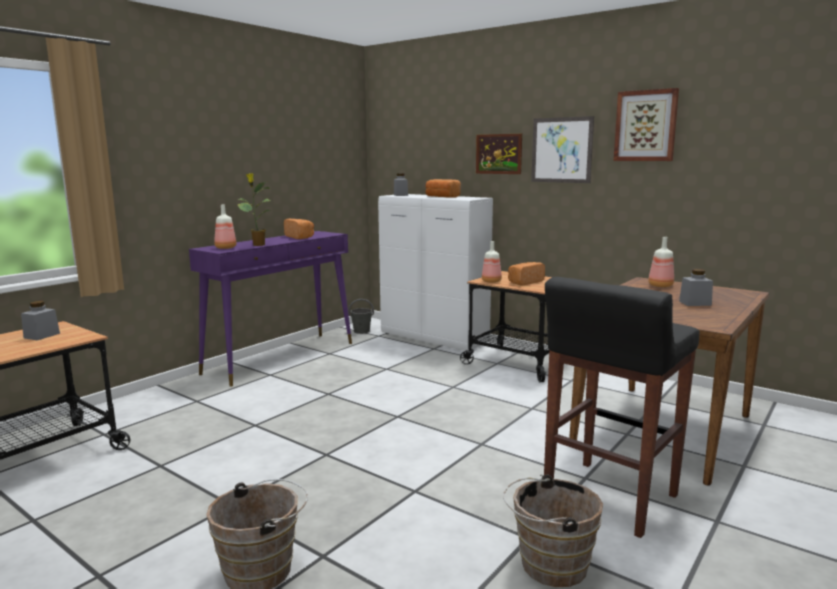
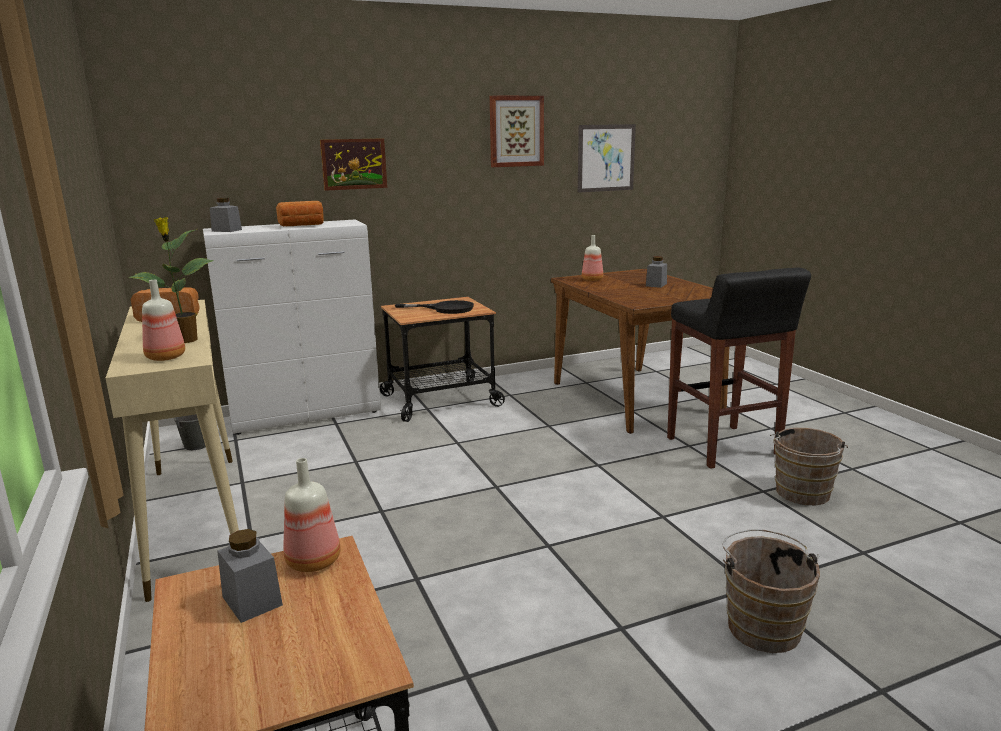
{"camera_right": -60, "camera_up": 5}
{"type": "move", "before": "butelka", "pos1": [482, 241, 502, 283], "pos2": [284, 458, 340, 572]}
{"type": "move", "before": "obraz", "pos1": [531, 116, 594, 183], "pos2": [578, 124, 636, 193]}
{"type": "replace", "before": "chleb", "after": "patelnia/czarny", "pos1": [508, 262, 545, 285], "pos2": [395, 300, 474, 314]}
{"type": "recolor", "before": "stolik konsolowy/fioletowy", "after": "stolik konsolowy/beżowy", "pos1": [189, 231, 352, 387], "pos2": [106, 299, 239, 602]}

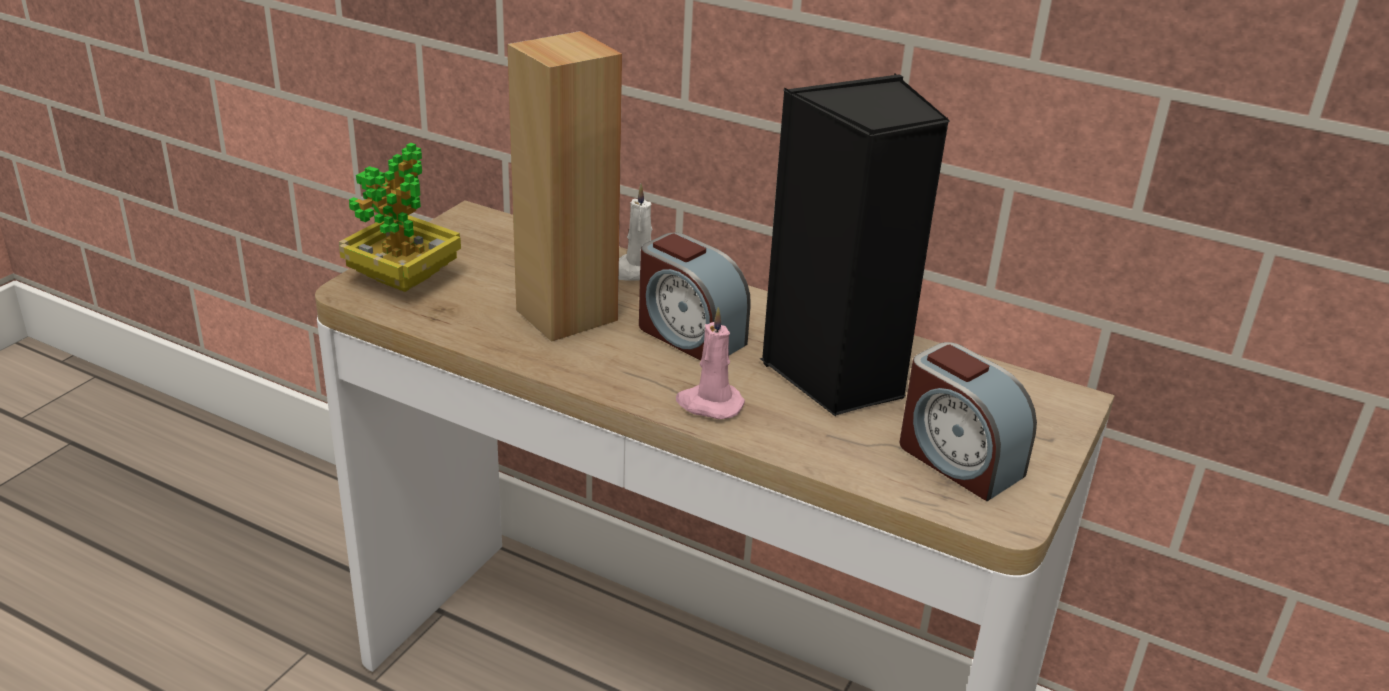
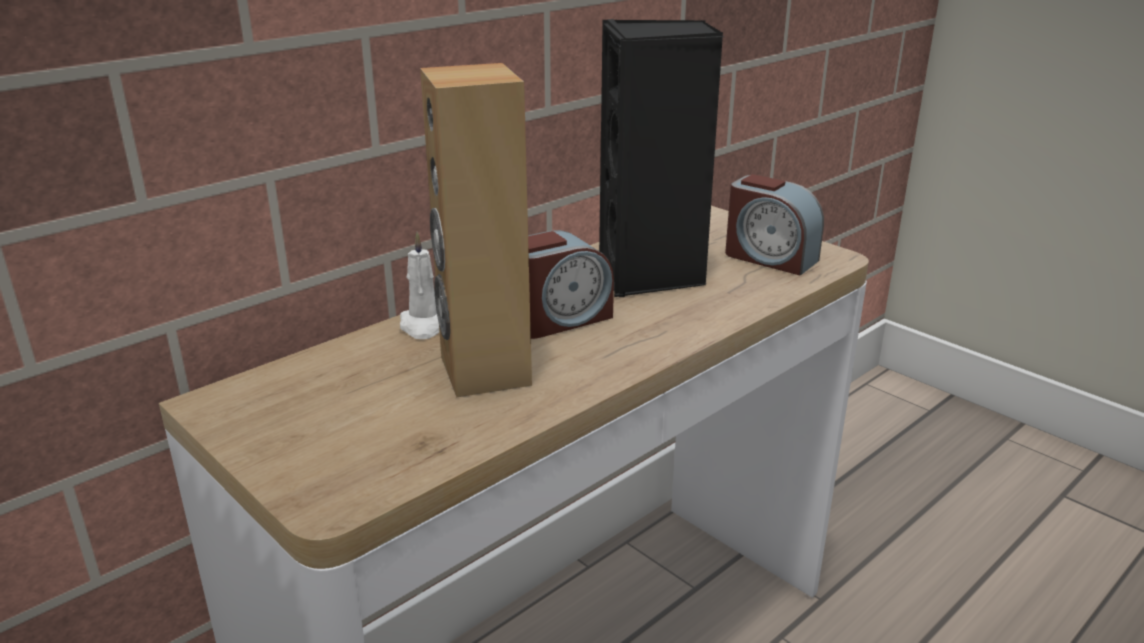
{"camera_right": -70, "camera_up": -5}
{"type": "delete", "before": "roślina doniczkowa", "pos1": [339, 143, 461, 292]}
{"type": "delete", "before": "świeca/różowy", "pos1": [676, 307, 745, 419]}
{"type": "rotate", "before": "budzik", "pos1": [900, 342, 1037, 501], "pos2": [725, 174, 824, 276], "turn": 60}

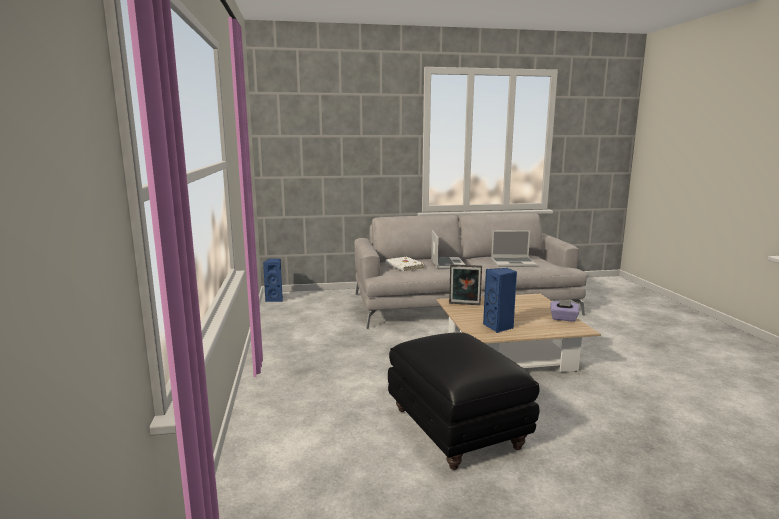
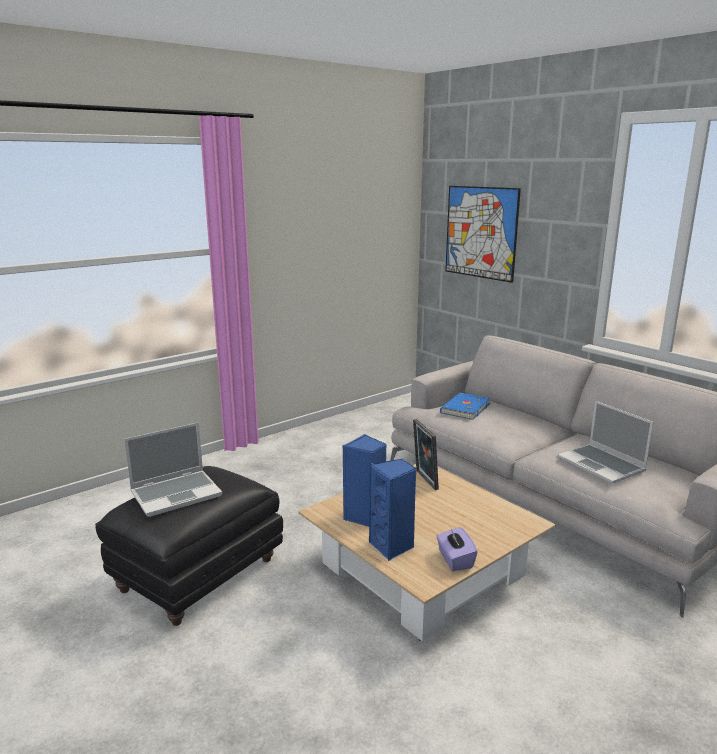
{"camera_right": 60, "camera_up": 5}
{"type": "insert", "after": "obraz", "pos2": [445, 186, 521, 283]}
{"type": "move", "before": "głośnik/niebieski", "pos1": [263, 259, 283, 302], "pos2": [369, 459, 416, 561]}
{"type": "move", "before": "laptop", "pos1": [431, 230, 465, 269], "pos2": [124, 422, 222, 517]}
{"type": "recolor", "before": "książka/biały", "after": "książka/niebieski", "pos1": [386, 257, 425, 271], "pos2": [440, 393, 491, 420]}

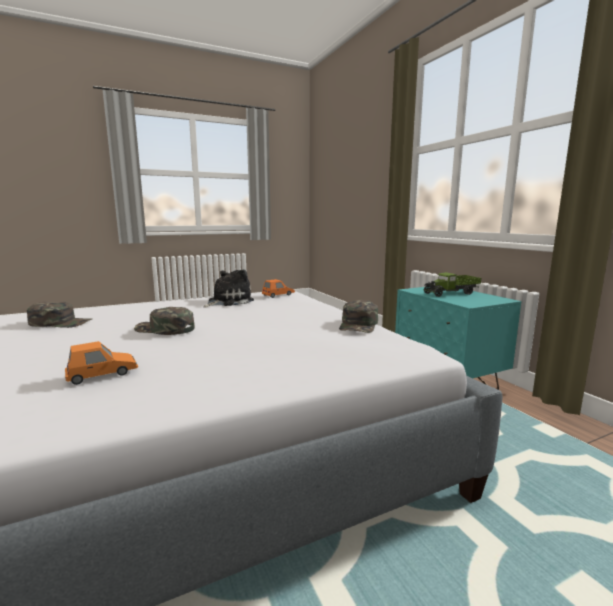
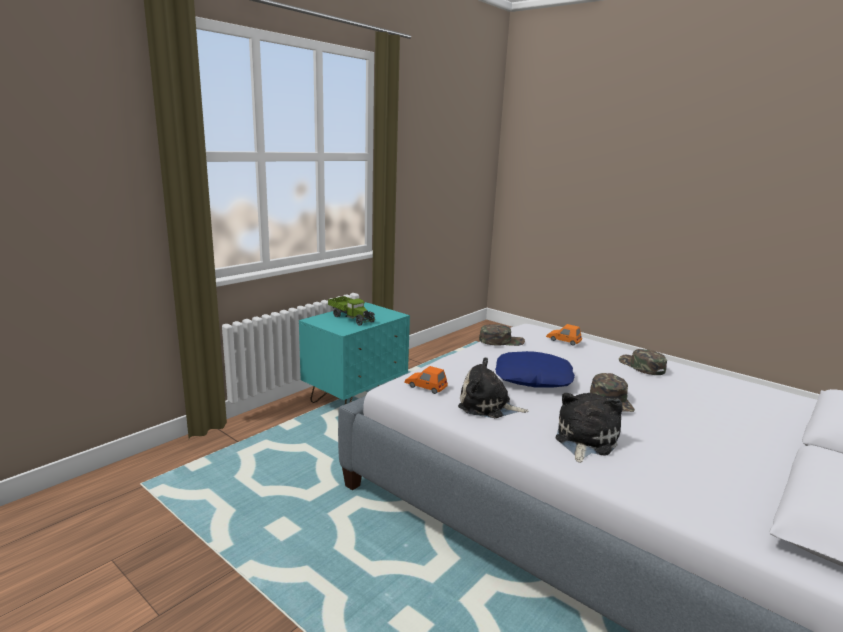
{"camera_right": -115, "camera_up": 5}
{"type": "insert", "after": "poduszka/niebieski", "pos2": [495, 351, 575, 388]}
{"type": "insert", "after": "pluszak", "pos2": [556, 393, 623, 463]}
{"type": "move", "before": "czapka z daszkiem/zielony", "pos1": [27, 302, 92, 328], "pos2": [619, 349, 667, 375]}
{"type": "move", "before": "samochodzik/pomarańczowy", "pos1": [65, 341, 138, 385], "pos2": [546, 324, 582, 346]}

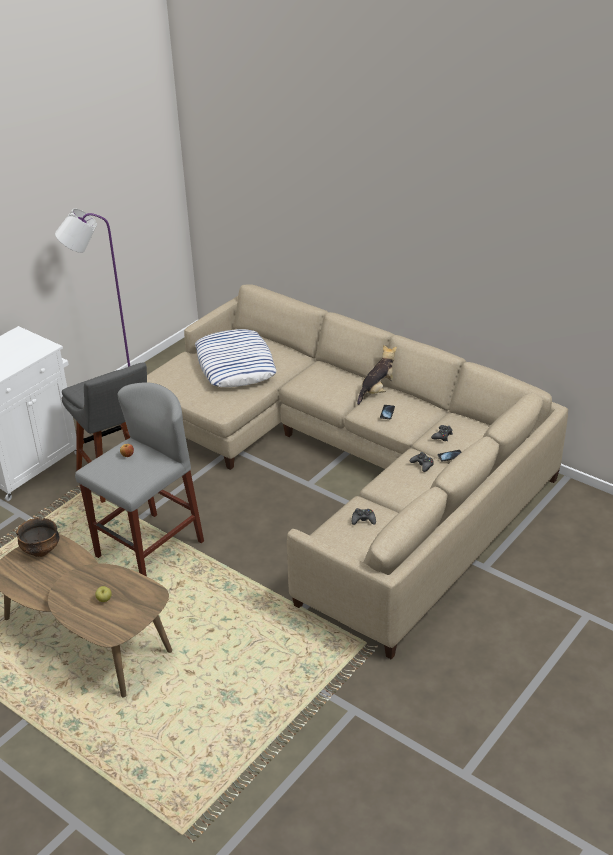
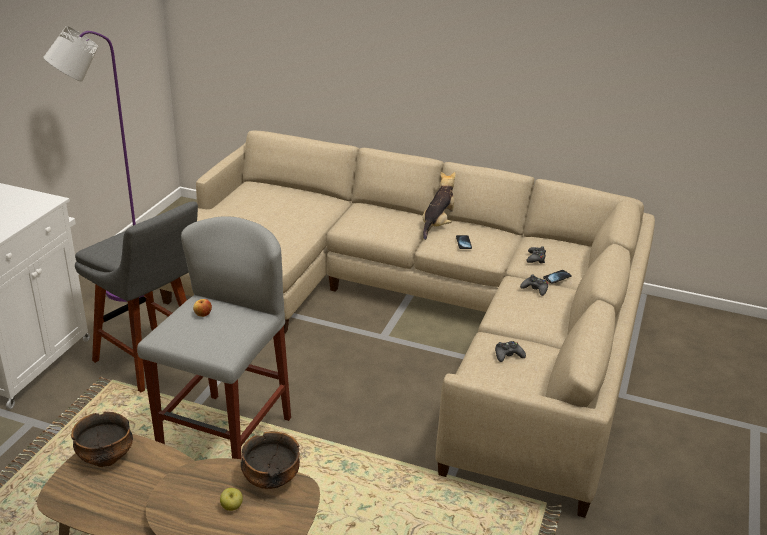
{"camera_right": -20, "camera_up": -5}
{"type": "delete", "before": "poduszka", "pos1": [195, 329, 277, 387]}
{"type": "insert", "after": "miska", "pos2": [241, 431, 300, 489]}

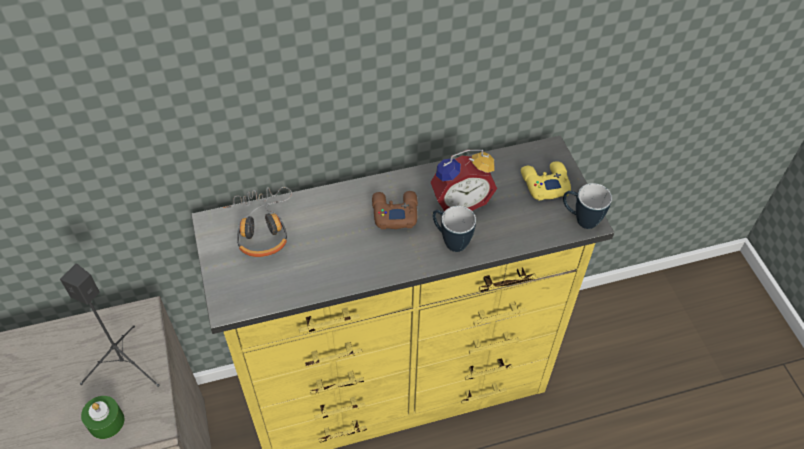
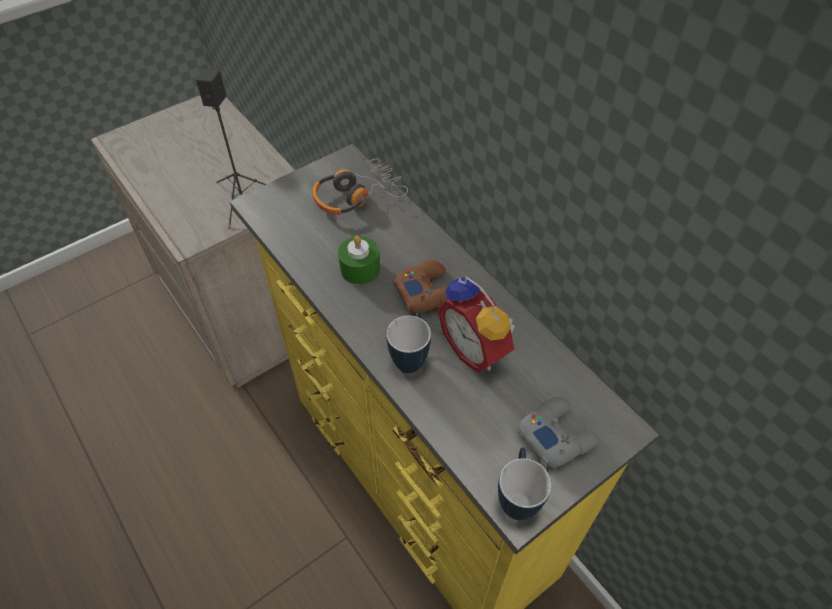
{"camera_right": 70, "camera_up": 0}
{"type": "move", "before": "świeca/zielony", "pos1": [81, 396, 124, 439], "pos2": [338, 236, 380, 285]}
{"type": "recolor", "before": "pad do gier/żółty", "after": "pad do gier/szary", "pos1": [521, 161, 571, 201], "pos2": [518, 396, 599, 468]}

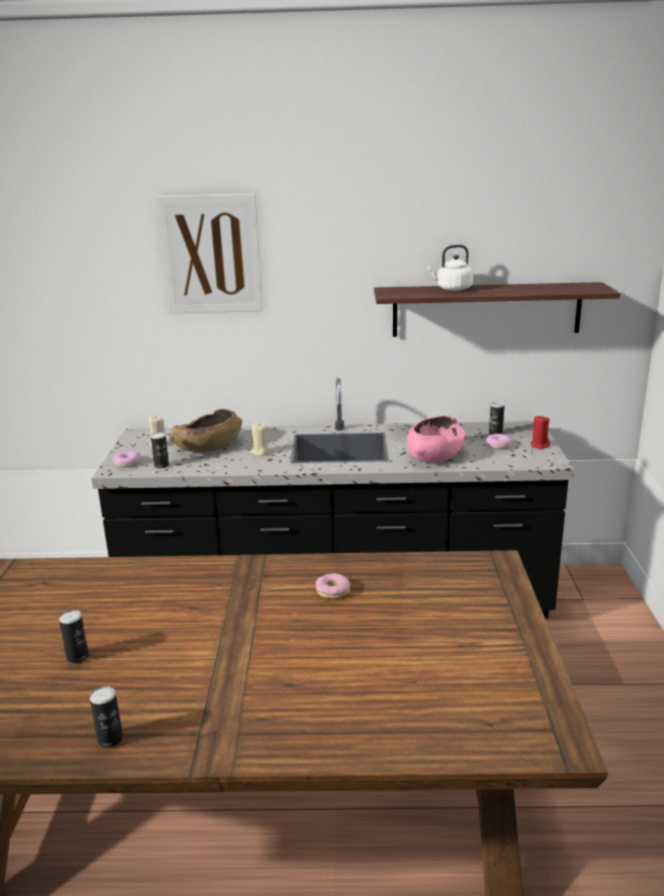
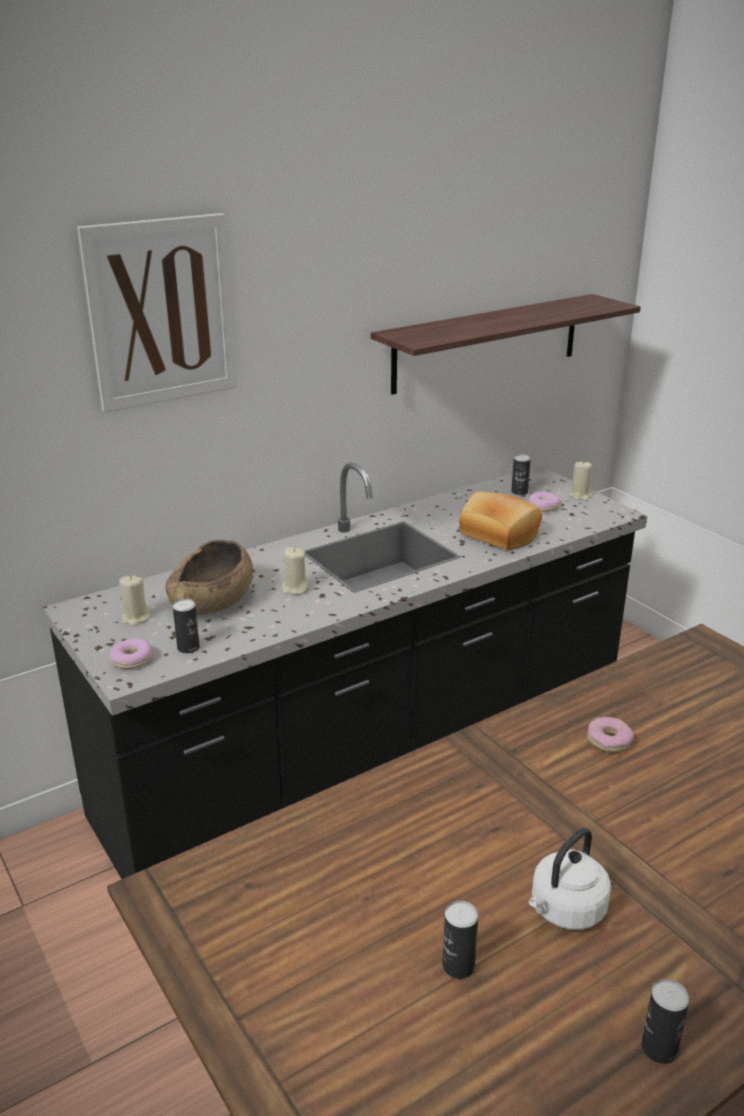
{"camera_right": -35, "camera_up": 5}
{"type": "move", "before": "czajnik/biały", "pos1": [428, 245, 473, 291], "pos2": [529, 828, 611, 930]}
{"type": "replace", "before": "miska/różowy", "after": "chleb", "pos1": [407, 415, 466, 463], "pos2": [459, 492, 542, 550]}
{"type": "recolor", "before": "świeca/czerwony", "after": "świeca/beżowy", "pos1": [530, 415, 550, 449], "pos2": [569, 462, 592, 501]}

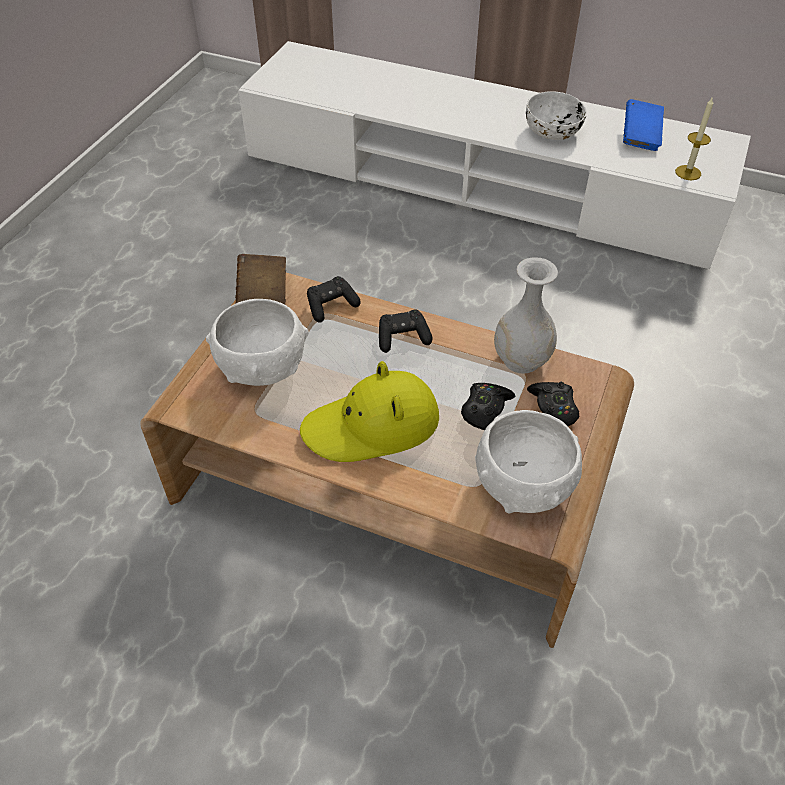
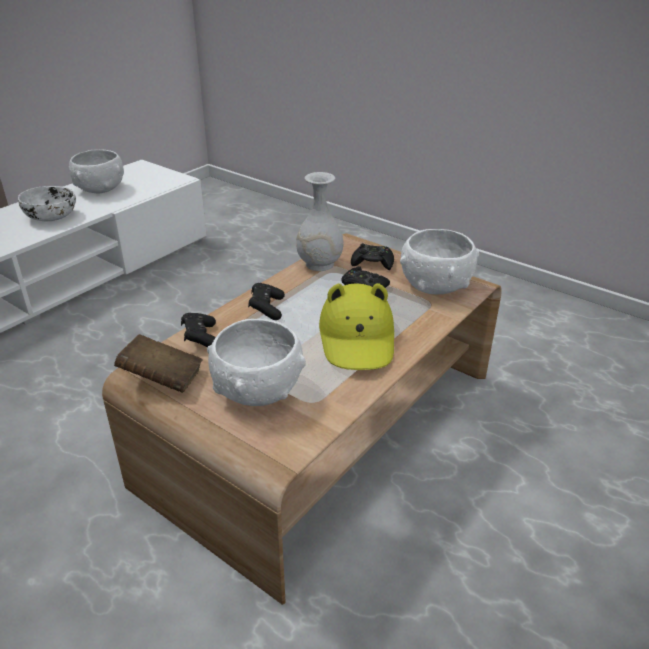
{"camera_right": -75, "camera_up": -15}
{"type": "delete", "before": "świeca", "pos1": [675, 96, 713, 180]}
{"type": "replace", "before": "książka/niebieski", "after": "miska/biały", "pos1": [623, 99, 664, 151], "pos2": [69, 149, 124, 193]}

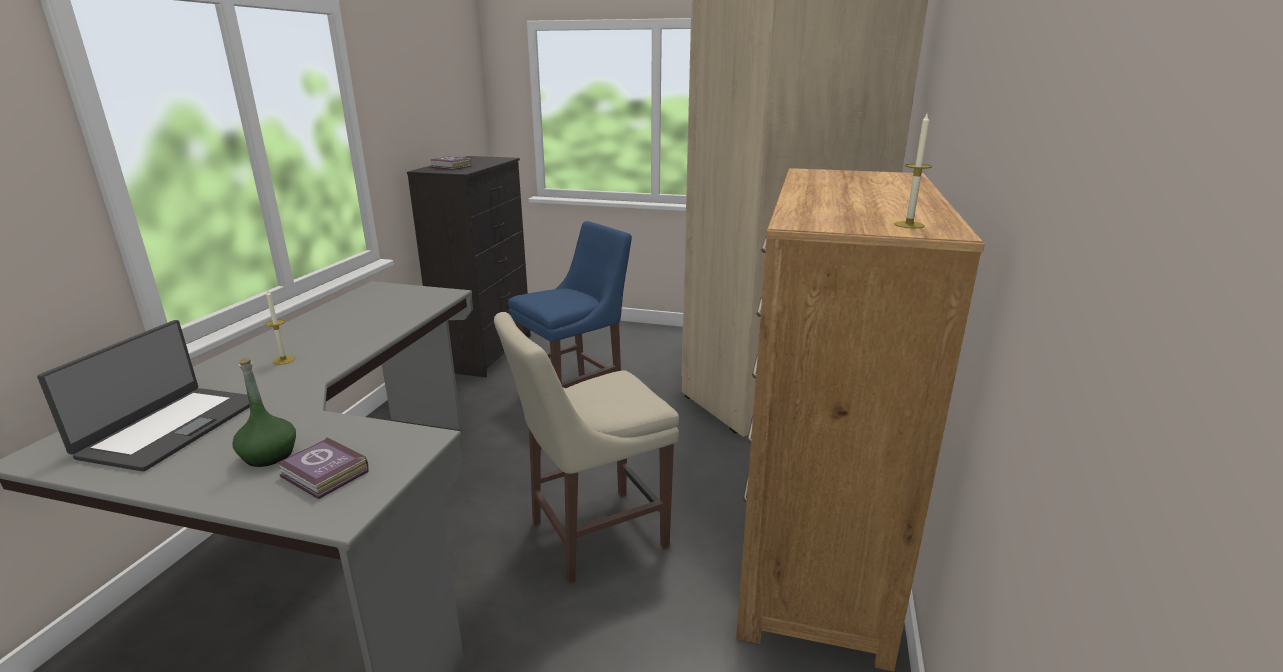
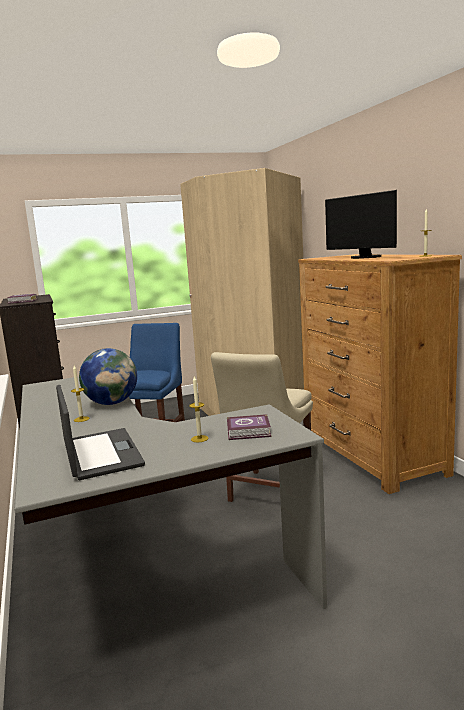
{"camera_right": -35, "camera_up": -10}
{"type": "insert", "after": "globus", "pos2": [79, 348, 137, 405]}
{"type": "insert", "after": "monitor", "pos2": [325, 190, 397, 259]}
{"type": "replace", "before": "butelka/zielony", "after": "świeca", "pos1": [232, 358, 296, 467], "pos2": [189, 376, 208, 442]}

